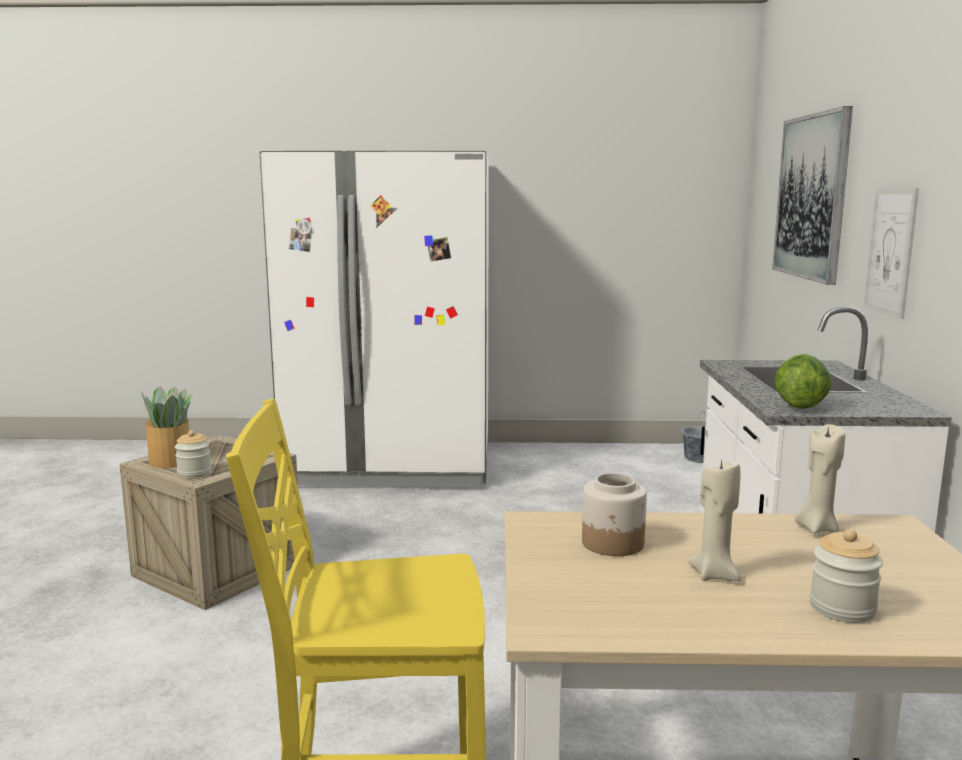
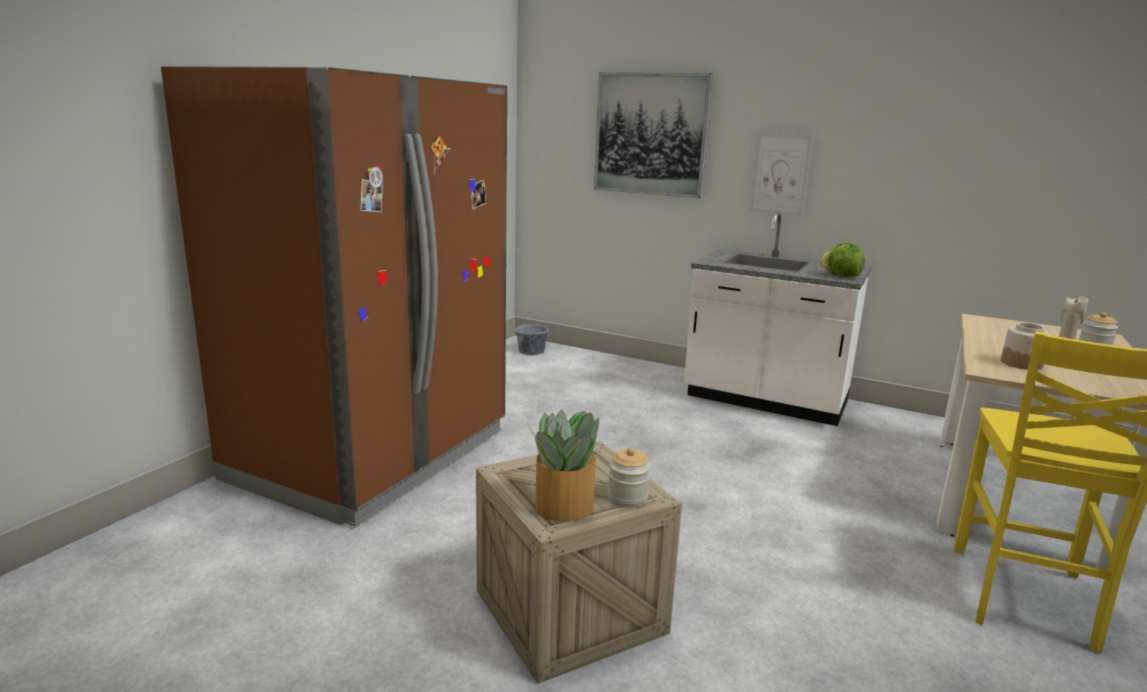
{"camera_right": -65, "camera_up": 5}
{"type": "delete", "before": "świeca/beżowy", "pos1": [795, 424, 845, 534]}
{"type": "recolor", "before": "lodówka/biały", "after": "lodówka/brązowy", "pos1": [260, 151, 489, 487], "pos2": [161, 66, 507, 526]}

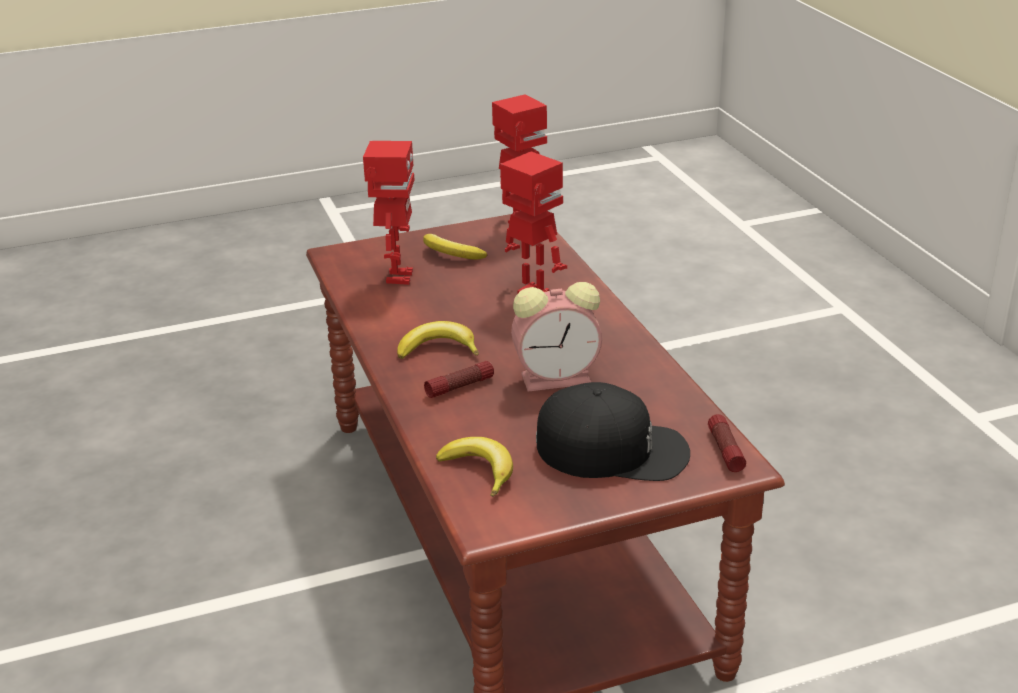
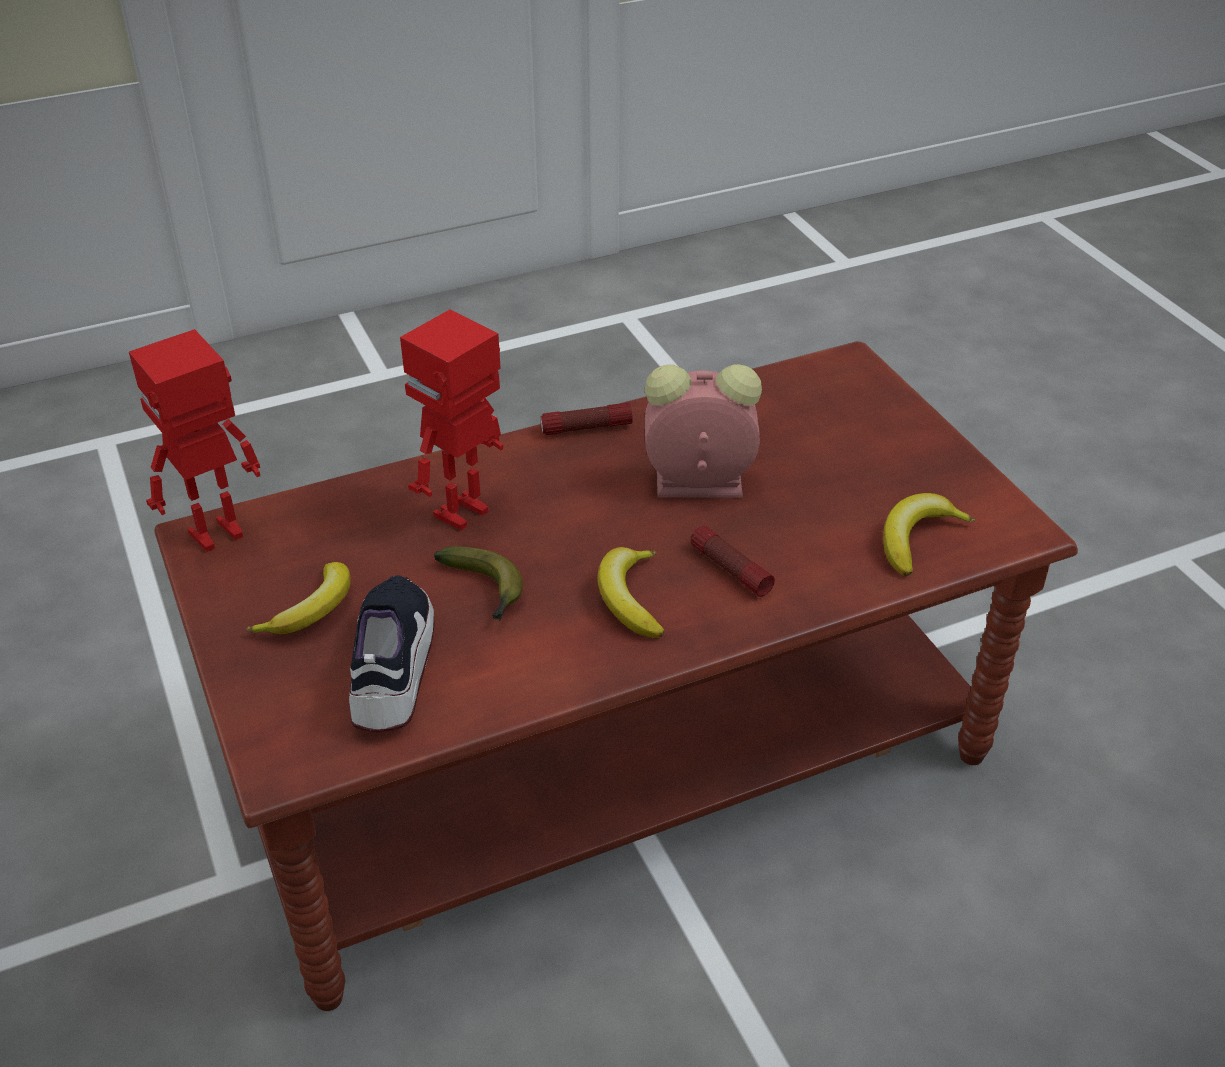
{"camera_right": -95, "camera_up": 10}
{"type": "delete", "before": "czapka z daszkiem/czarny", "pos1": [536, 382, 690, 481]}
{"type": "insert", "after": "banan", "pos2": [434, 546, 523, 621]}
{"type": "move", "before": "latarka", "pos1": [708, 414, 746, 472], "pos2": [540, 402, 632, 435]}
{"type": "replace", "before": "robot zabawkowy", "after": "but", "pos1": [363, 141, 414, 285], "pos2": [349, 575, 434, 732]}
{"type": "rotate", "before": "budzik", "pos1": [511, 282, 602, 392], "pos2": [645, 364, 762, 497], "turn": -75}

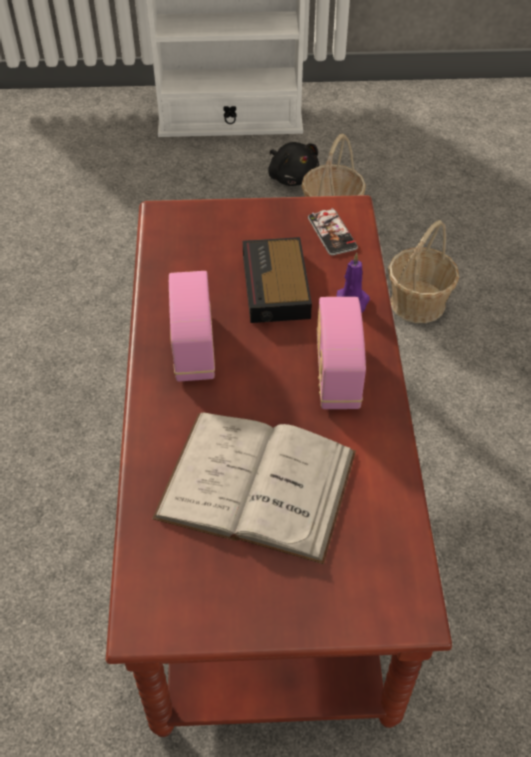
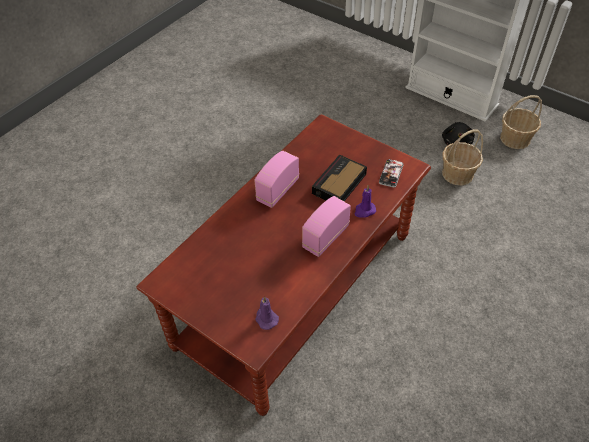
{"camera_right": 40, "camera_up": 0}
{"type": "delete", "before": "książka/biały", "pos1": [152, 412, 356, 564]}
{"type": "insert", "after": "świeca/fioletowy", "pos2": [255, 296, 279, 330]}
{"type": "move", "before": "koszyk", "pos1": [388, 220, 459, 323], "pos2": [500, 95, 542, 149]}

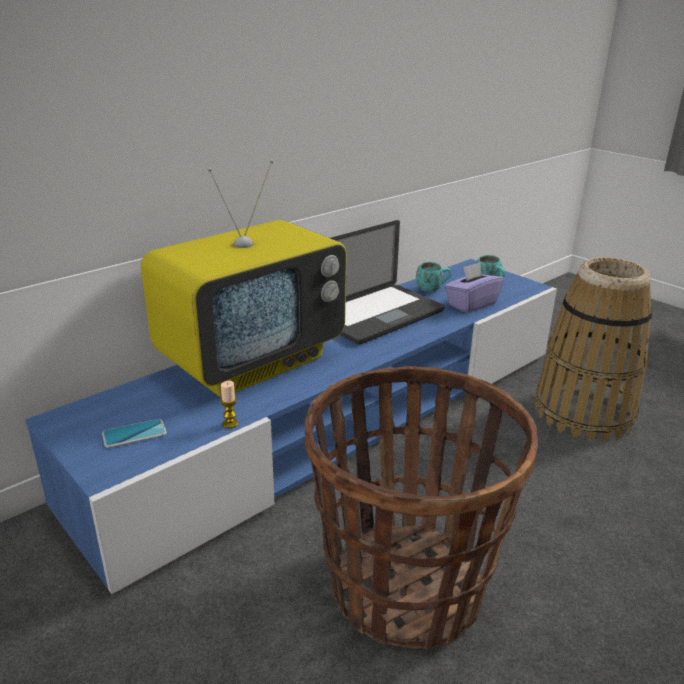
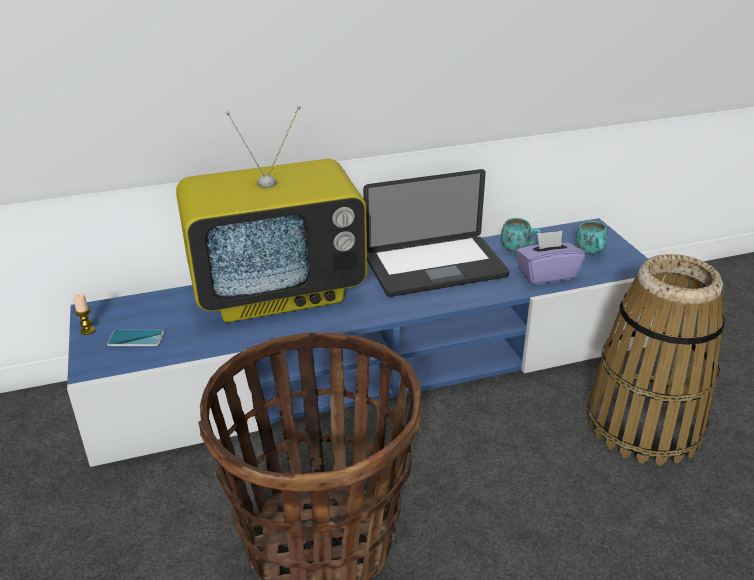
{"camera_right": 25, "camera_up": 5}
{"type": "move", "before": "świeca", "pos1": [220, 381, 238, 428], "pos2": [73, 293, 95, 335]}

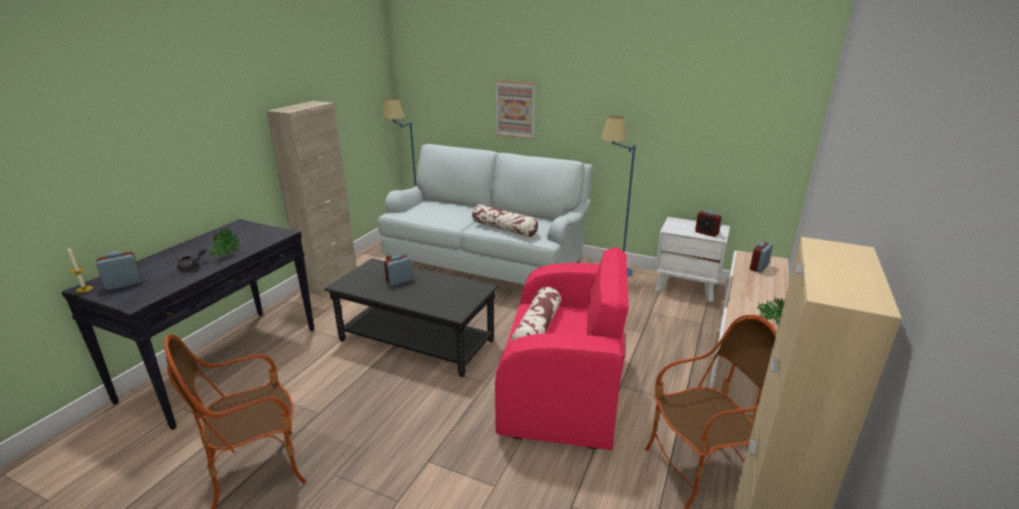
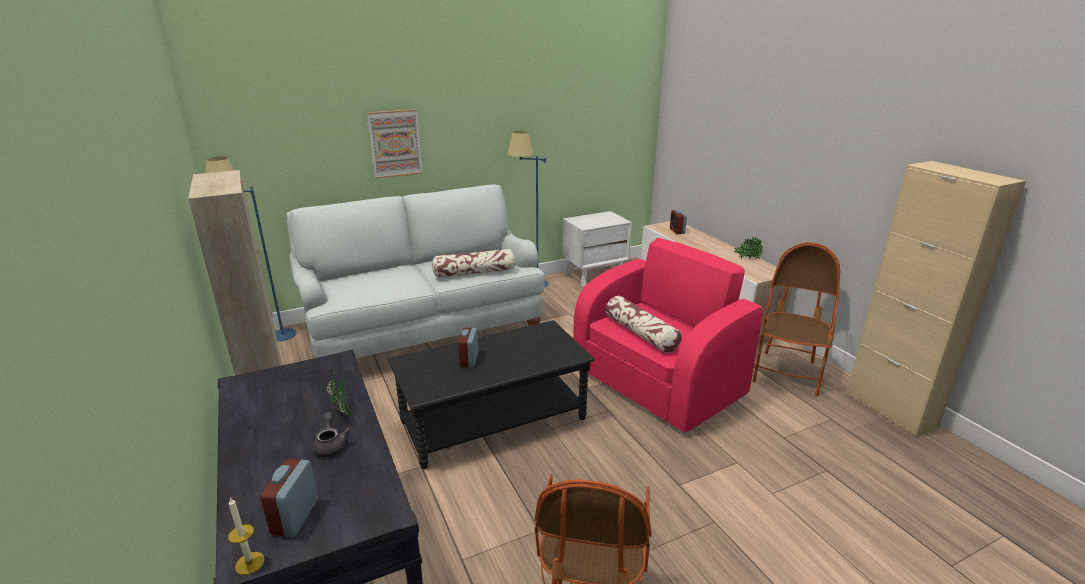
{"camera_right": -50, "camera_up": 0}
{"type": "delete", "before": "budzik", "pos1": [695, 210, 722, 237]}

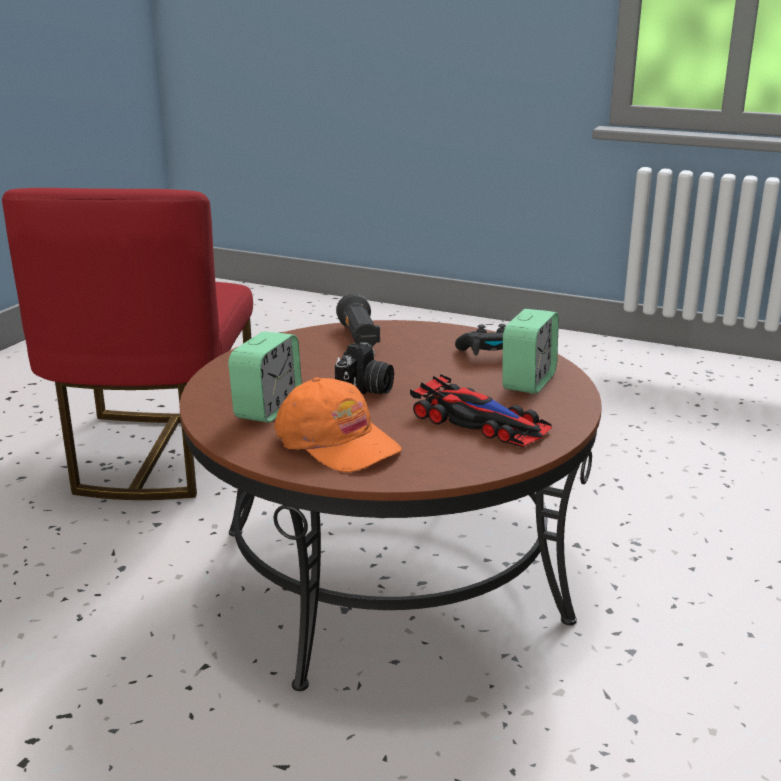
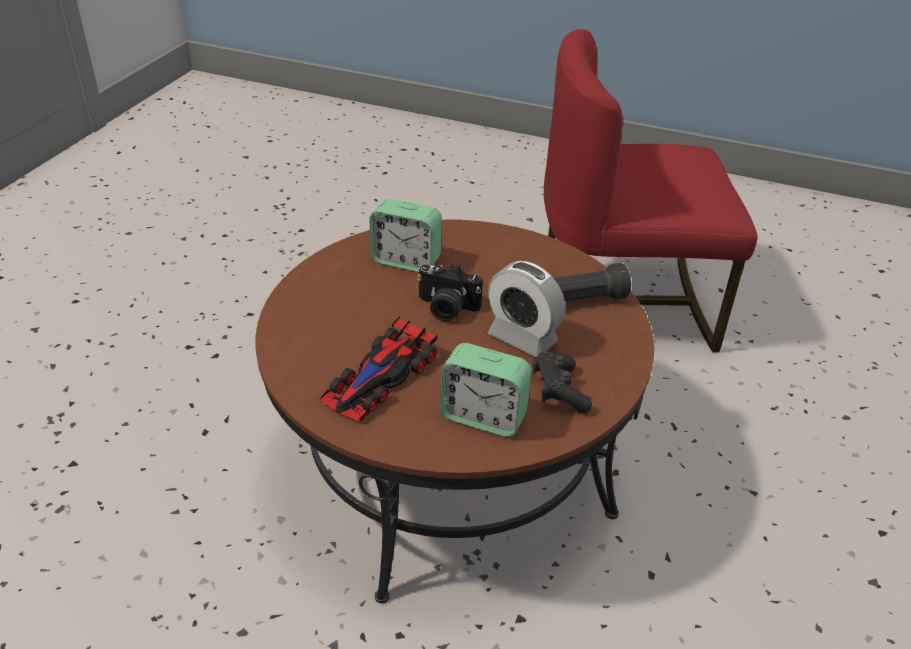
{"camera_right": 85, "camera_up": 15}
{"type": "delete", "before": "czapka z daszkiem/pomarańczowy", "pos1": [274, 378, 402, 473]}
{"type": "insert", "after": "budzik", "pos2": [488, 261, 566, 358]}

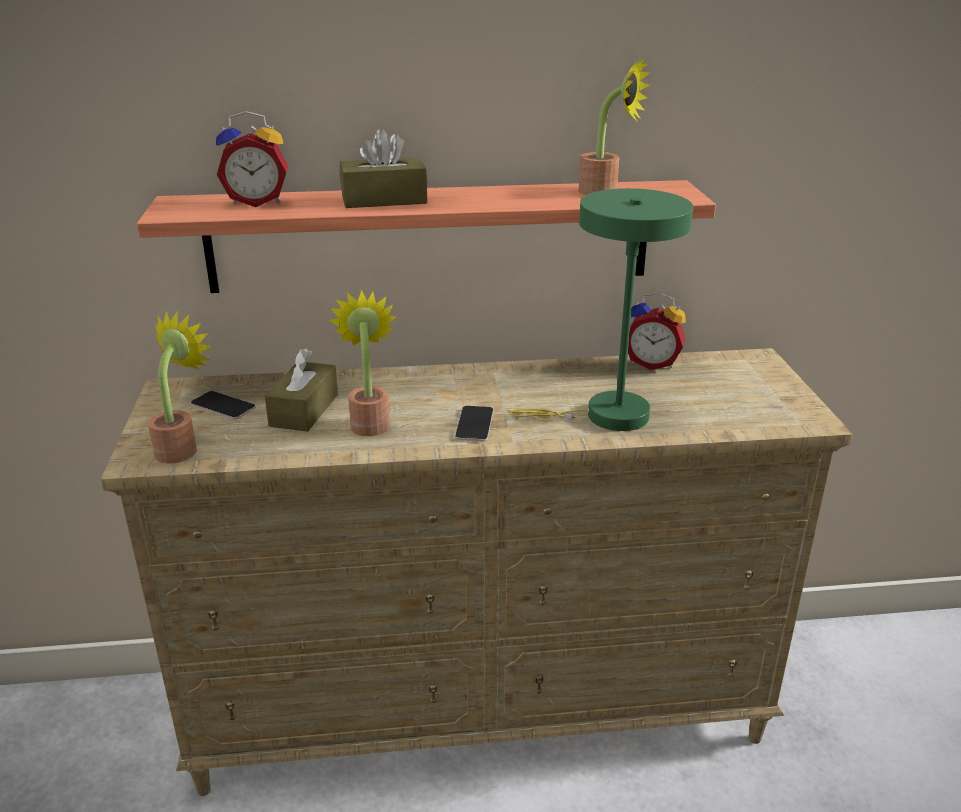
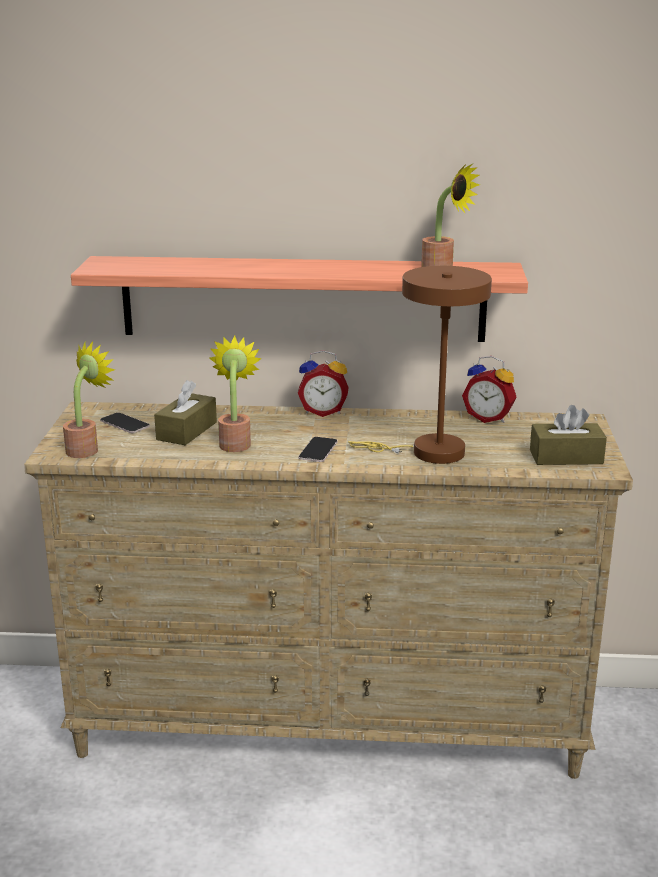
{"camera_right": 10, "camera_up": -5}
{"type": "move", "before": "budzik", "pos1": [216, 111, 288, 207], "pos2": [298, 350, 349, 417]}
{"type": "move", "before": "pudełko chusteczek/brązowy", "pos1": [340, 129, 427, 208], "pos2": [530, 405, 607, 465]}
{"type": "recolor", "before": "lampa stołowa/zielony", "after": "lampa stołowa/brązowy", "pos1": [508, 188, 693, 431], "pos2": [348, 266, 492, 464]}

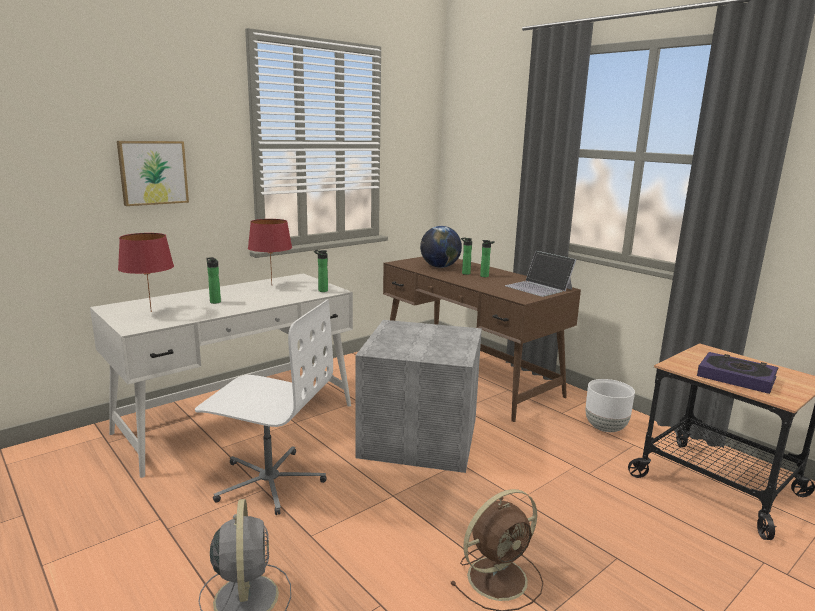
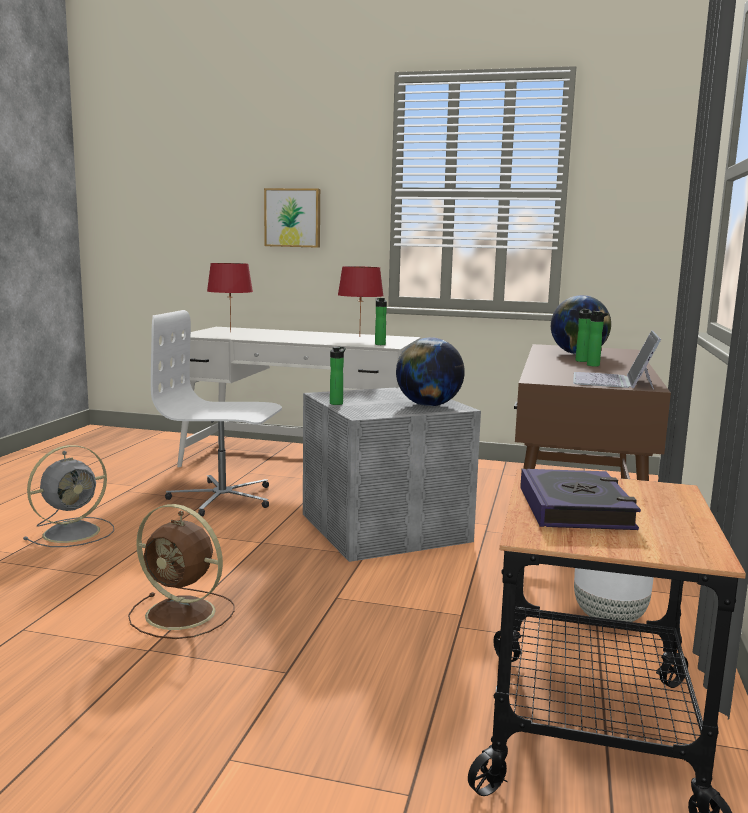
{"camera_right": 55, "camera_up": -5}
{"type": "insert", "after": "globus", "pos2": [396, 337, 465, 406]}
{"type": "move", "before": "butelka", "pos1": [206, 257, 221, 304], "pos2": [330, 347, 346, 405]}
{"type": "rotate", "before": "krzesło biurowe/biały", "pos1": [195, 299, 333, 515], "pos2": [151, 310, 282, 516], "turn": 120}

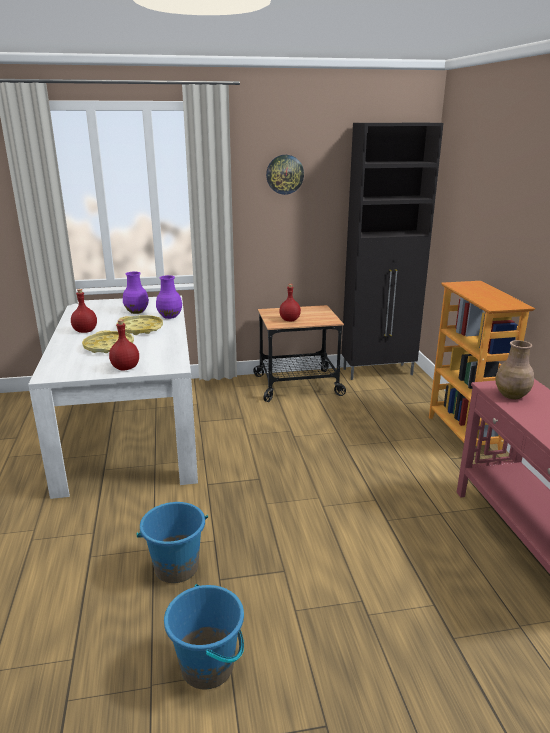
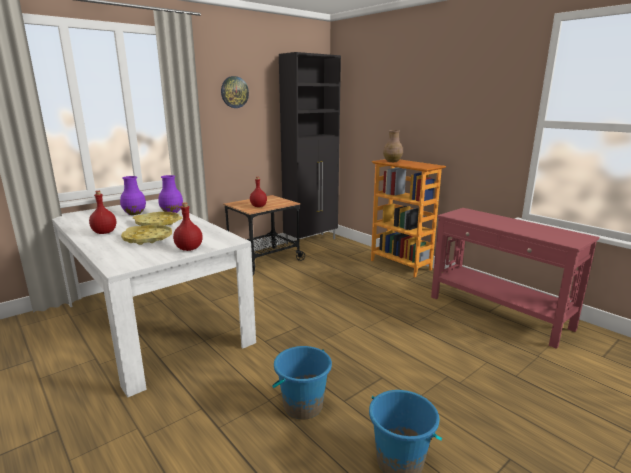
{"camera_right": -30, "camera_up": -5}
{"type": "move", "before": "wazon/brązowy", "pos1": [495, 340, 534, 399], "pos2": [383, 130, 403, 162]}

